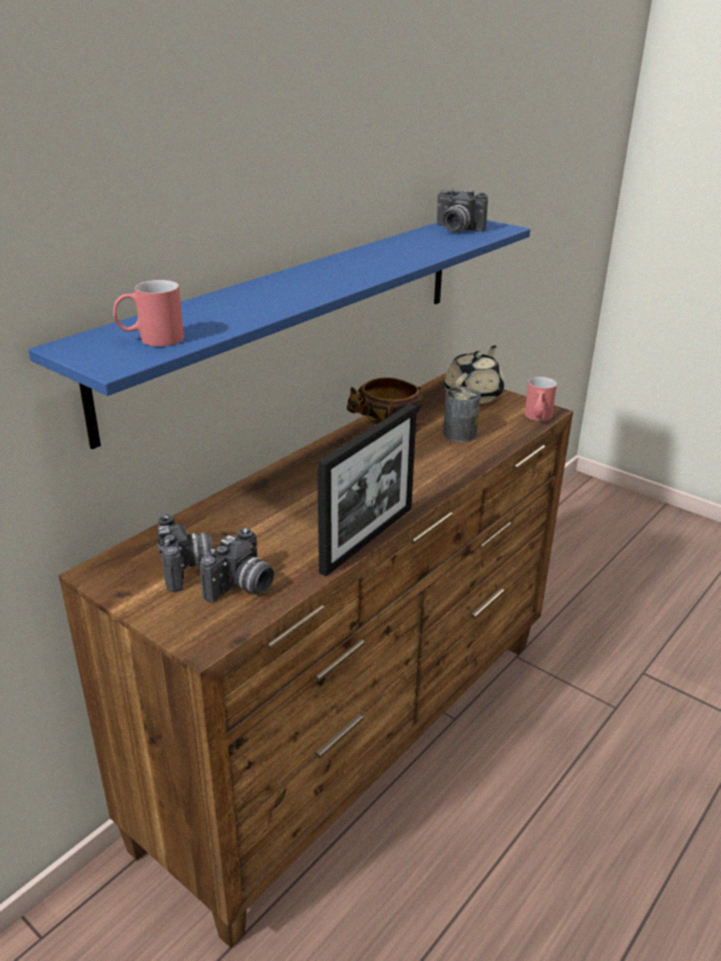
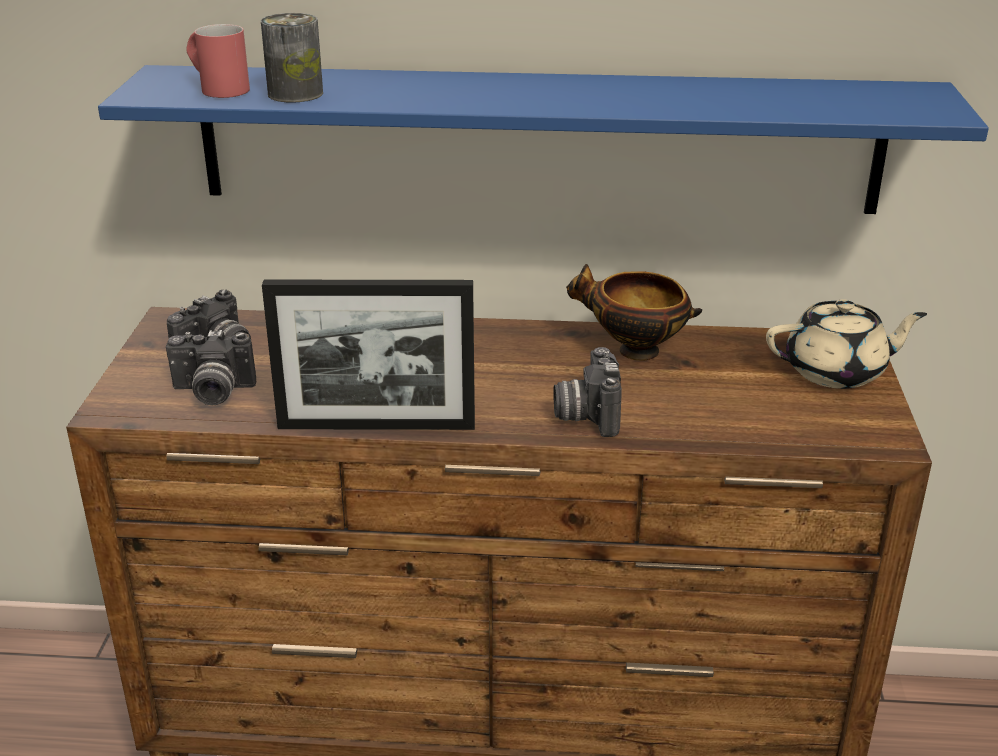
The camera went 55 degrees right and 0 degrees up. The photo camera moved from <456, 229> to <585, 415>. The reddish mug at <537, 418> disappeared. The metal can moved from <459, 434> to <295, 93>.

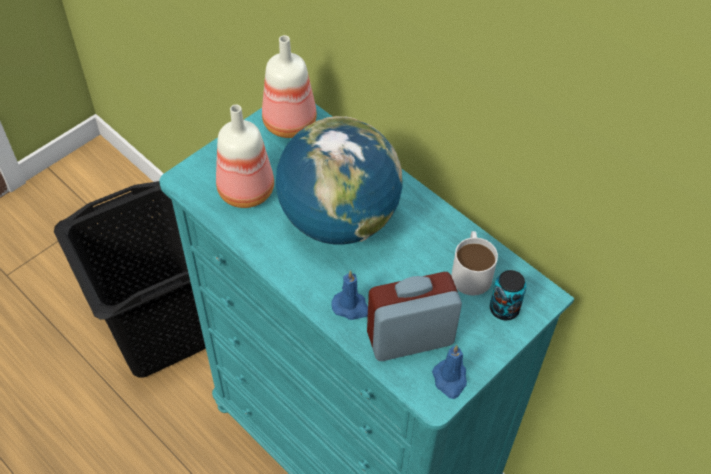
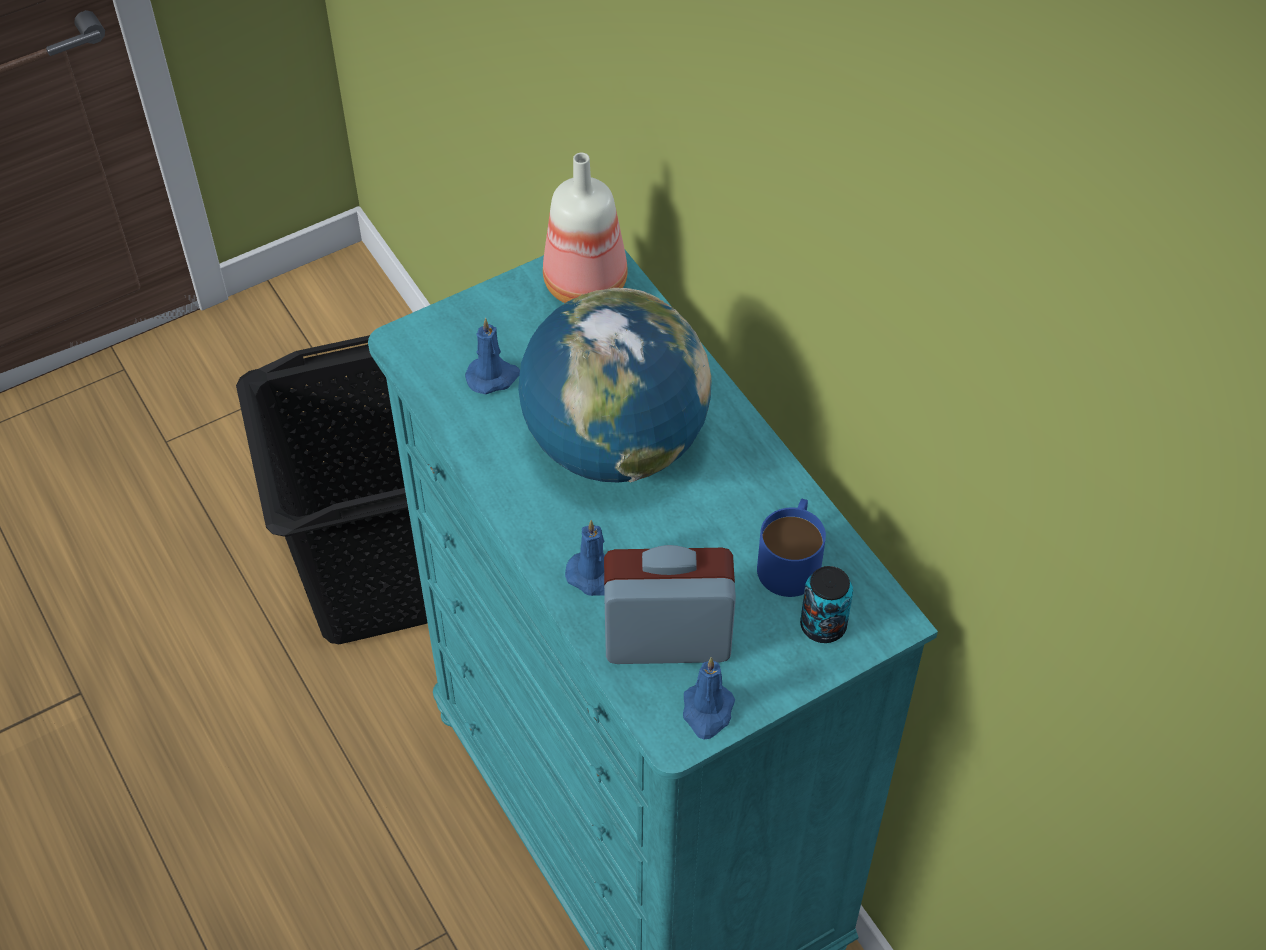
The camera went 15 degrees right and 0 degrees up. The beverage bottle at <248, 191> was replaced by the blue-coloured wax light at <493, 377>. The white-coloured mug at <471, 270> became the blue-coloured mug at <792, 558>.

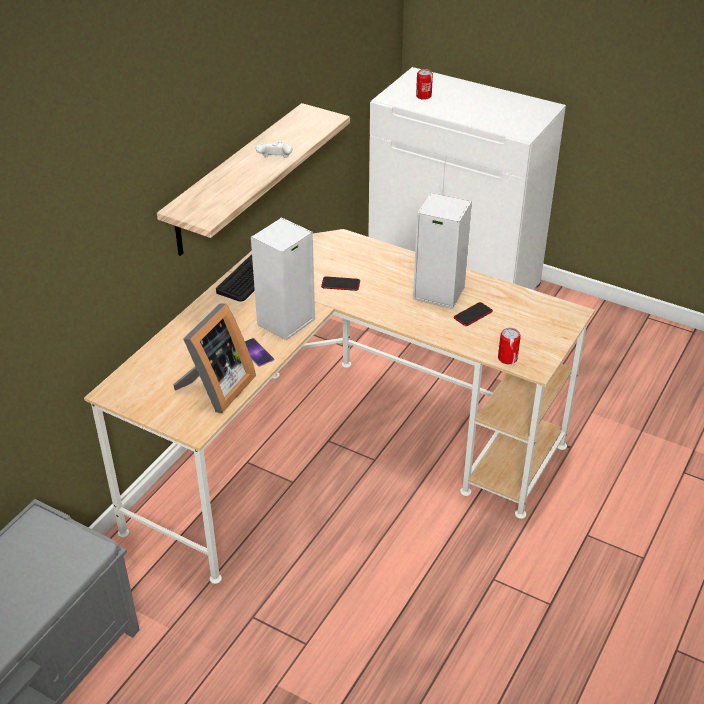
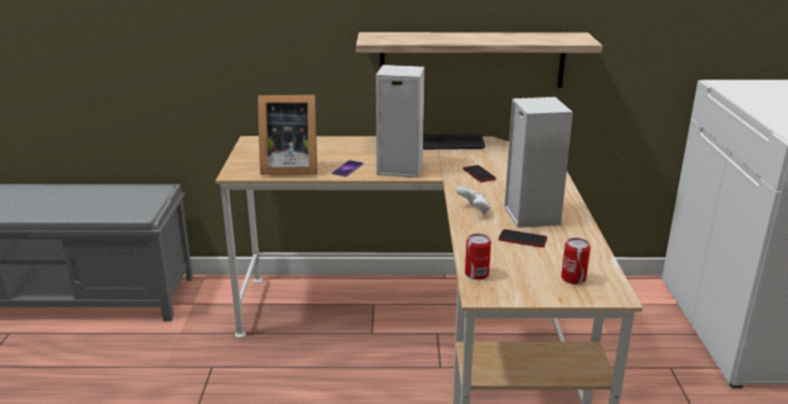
The camera went 60 degrees right and 15 degrees down. The metal can moved from <423, 96> to <573, 278>. The white-coloured game controller moved from <275, 160> to <474, 210>.

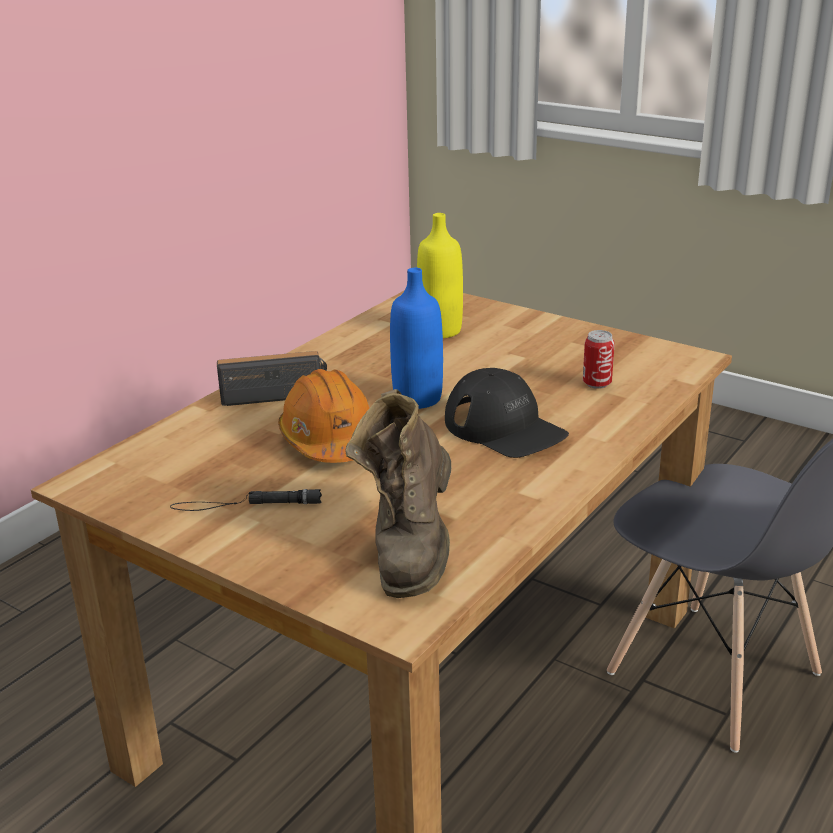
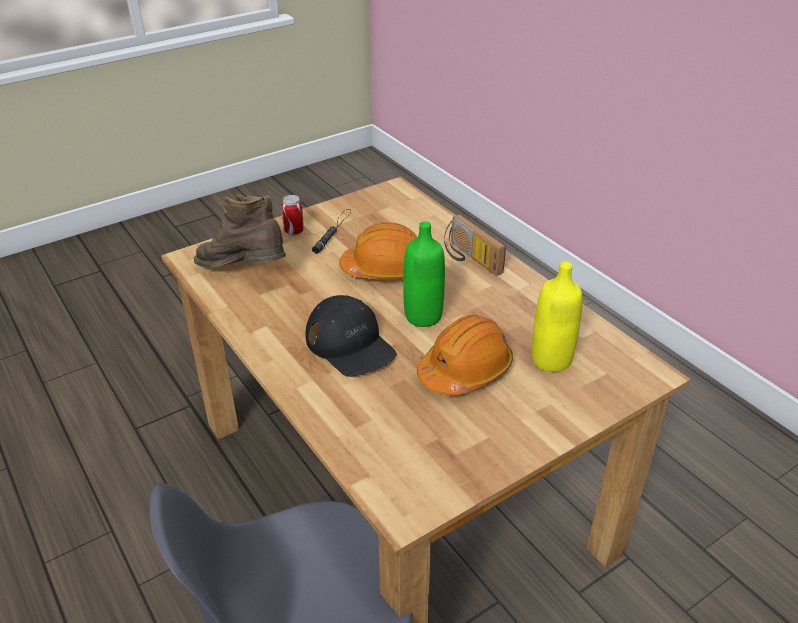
The camera went 110 degrees right and 10 degrees up. The blue-coloured beverage bottle at <417, 399> became the green-coloured beverage bottle at <423, 316>. The metal can moved from <597, 384> to <294, 231>. The radio set at <275, 393> turned 135 degrees clockwise. The black baseball cap at <505, 428> turned 105 degrees counterclockwise. The orangey hard hat at <465, 370> appeared.

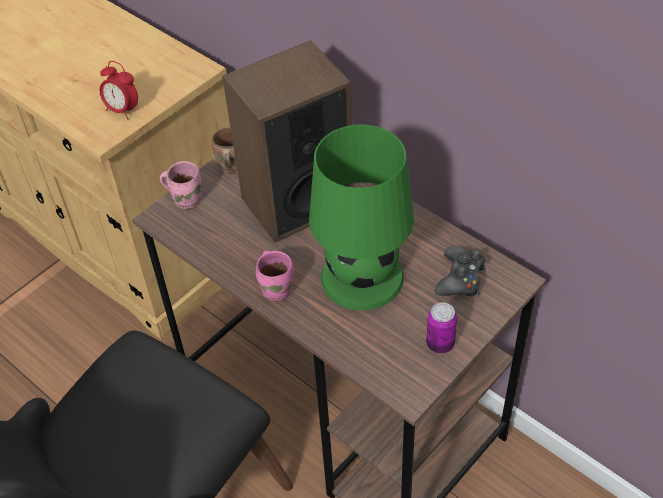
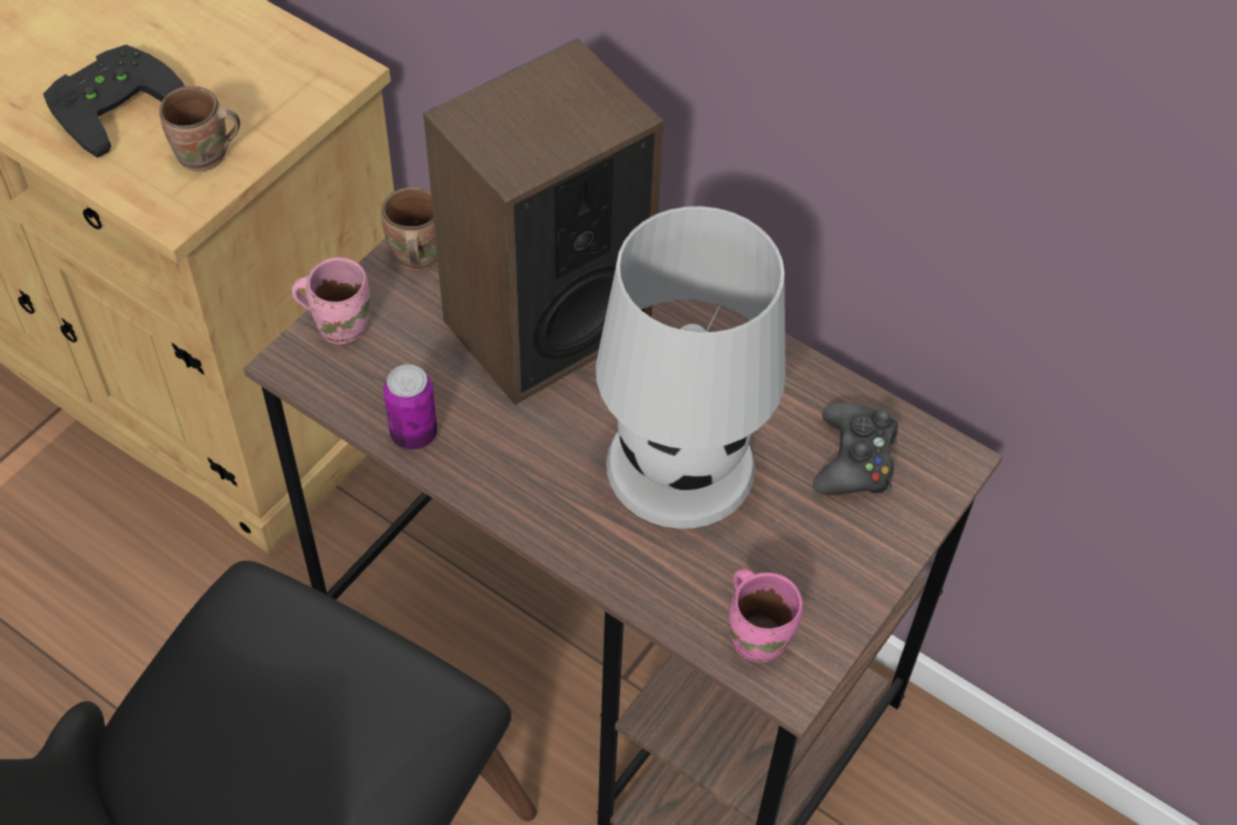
The camera went 10 degrees left and 5 degrees up. The table clock at <123, 110> was replaced by the brownish mug at <205, 158>. The green-coloured lamp for a table at <363, 277> became the white-coloured lamp for a table at <682, 464>. The pinkish mug moved from <277, 288> to <759, 634>. The metal can moved from <440, 344> to <414, 434>. The black game controller at <111, 102> appeared.

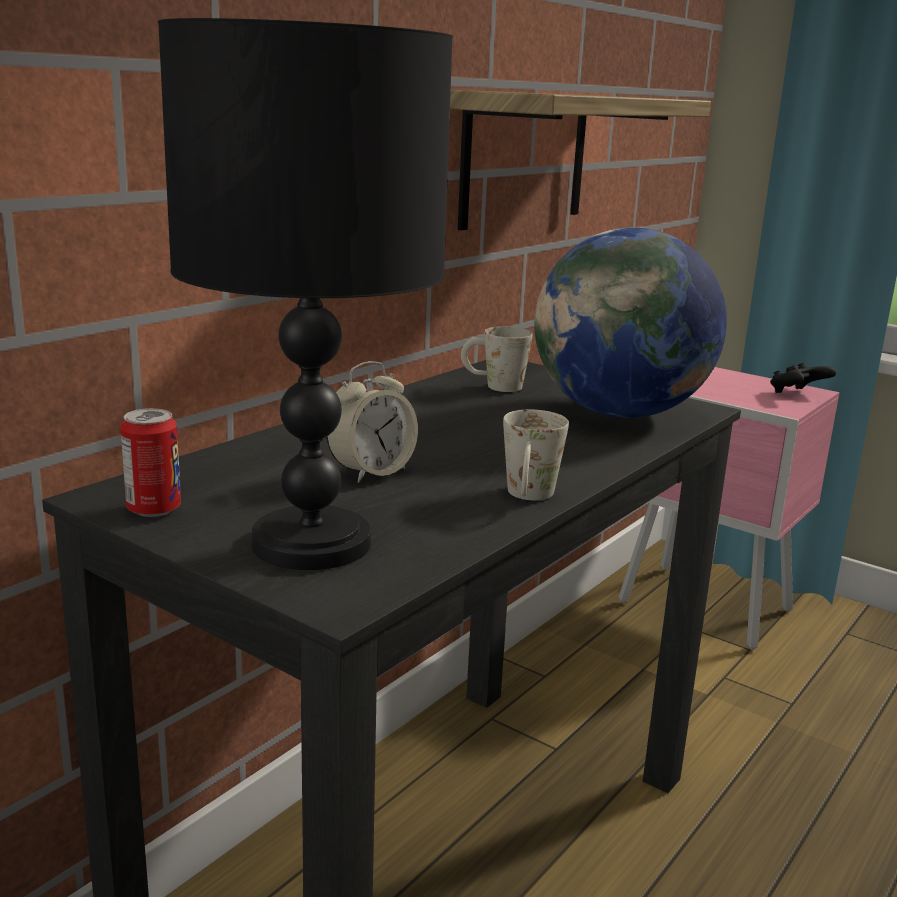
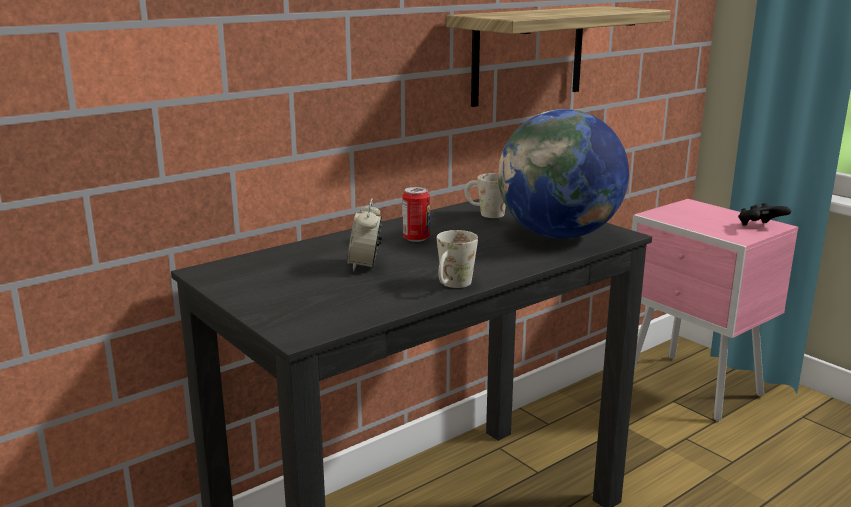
The camera went 15 degrees right and 0 degrees up. The black lamp for a table at <313, 543> disappeared. The table clock at <371, 472> turned 120 degrees clockwise. The metal can moved from <154, 509> to <416, 238>.

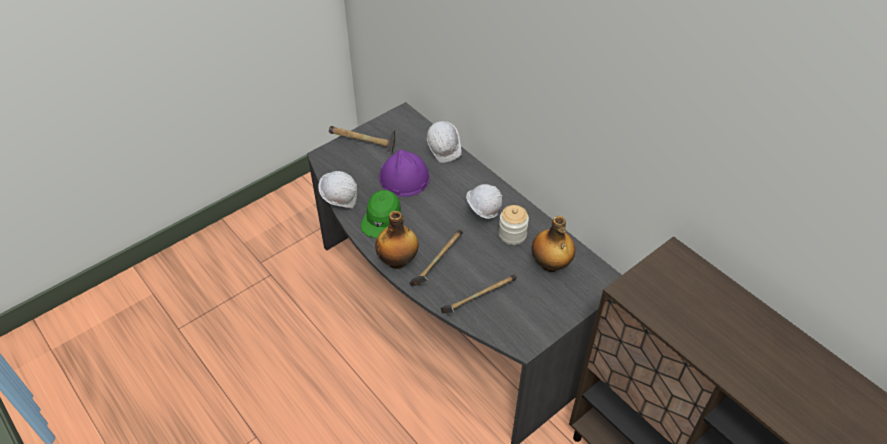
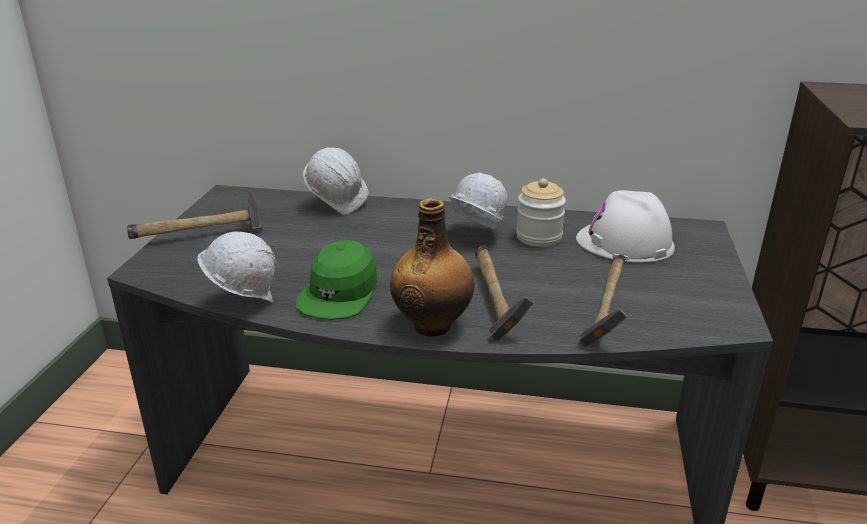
The camera went 40 degrees left and 20 degrees down. The purplish hard hat at <404, 177> disappeared. The green-coloured baseball cap at <382, 219> turned 45 degrees clockwise. The beverage bottle at <550, 265> was replaced by the white-coloured hard hat at <625, 242>.

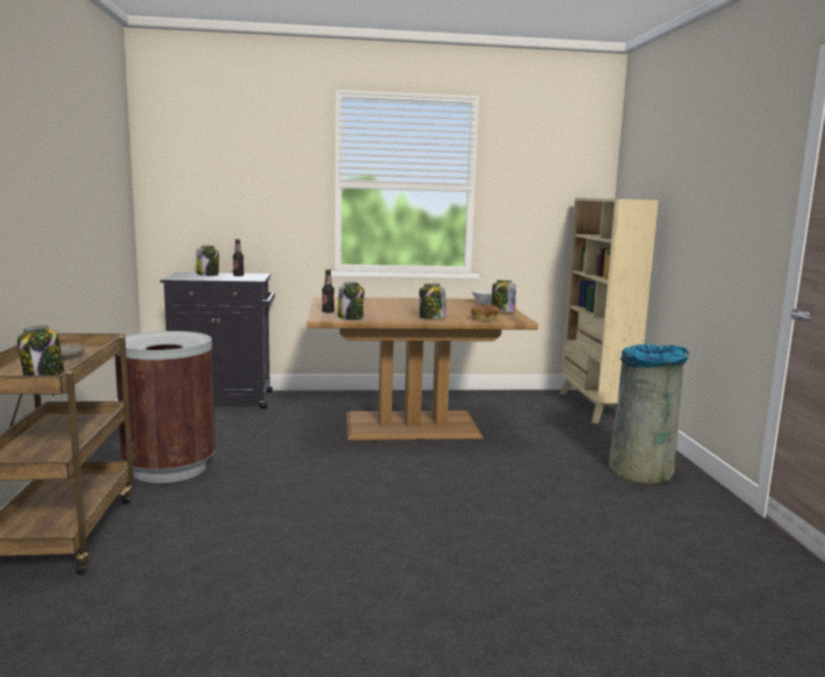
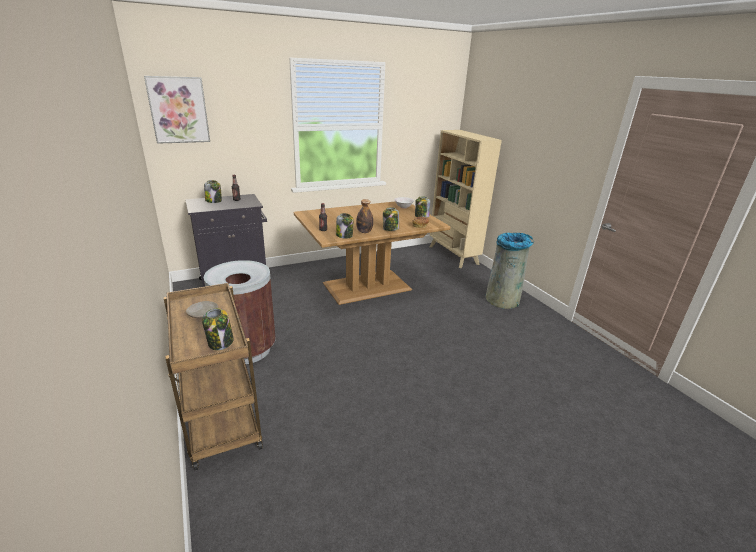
The camera went 20 degrees left and 15 degrees up. The wall art at <178, 110> appeared. The beverage bottle at <364, 232> appeared.

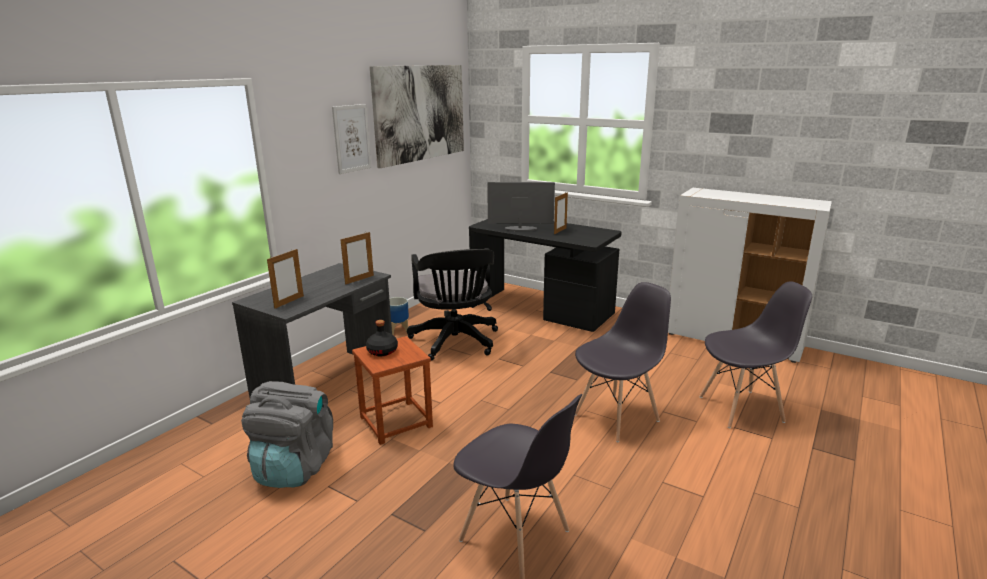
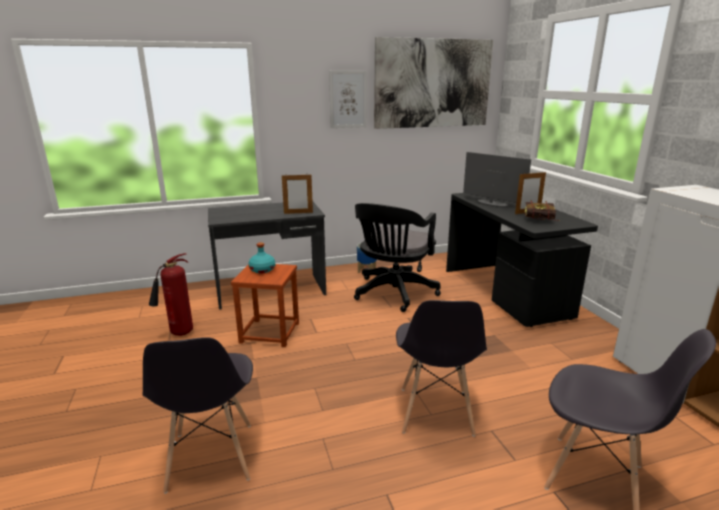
The camera went 40 degrees right and 0 degrees up. The picture frame at <289, 302> disappeared. The greyish chair at <617, 417> turned 90 degrees clockwise. The black beverage bottle at <382, 351> became the turquoise beverage bottle at <262, 270>. The greyish rucksack at <294, 467> was replaced by the fire-fighting cylinder at <179, 334>. The book at <542, 221> appeared.

